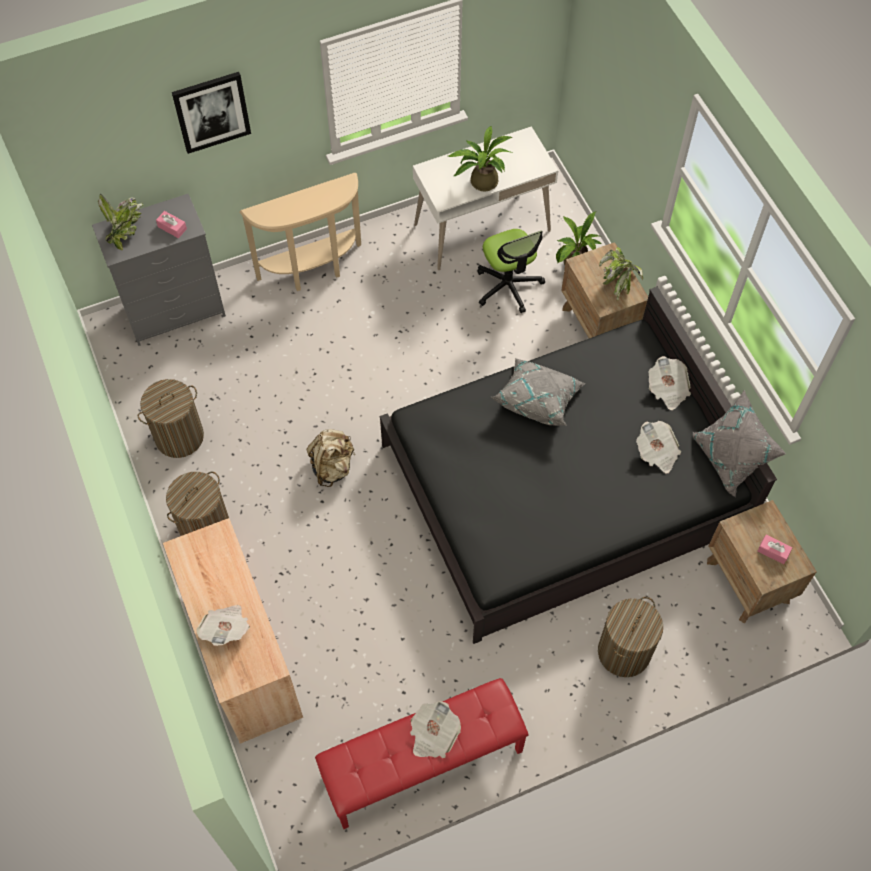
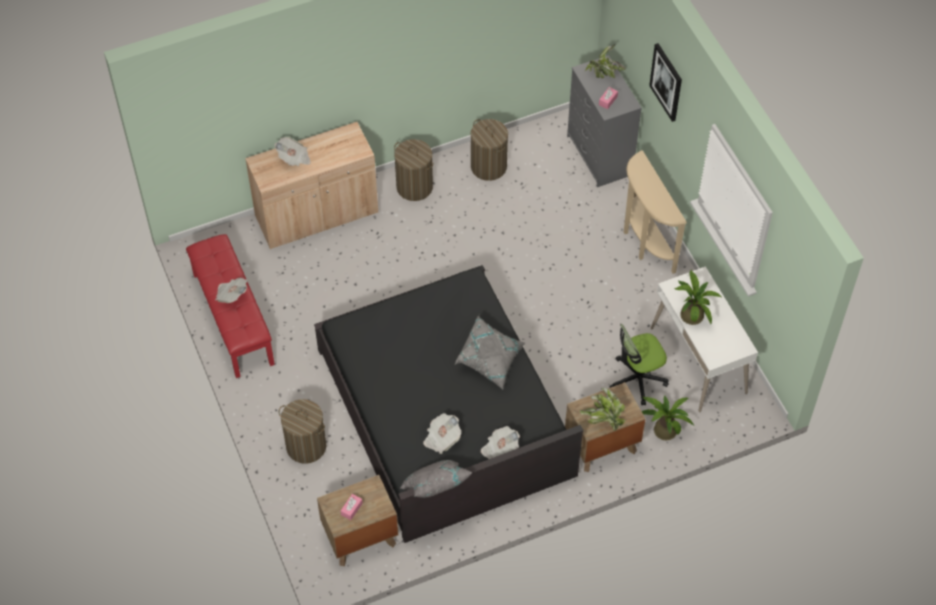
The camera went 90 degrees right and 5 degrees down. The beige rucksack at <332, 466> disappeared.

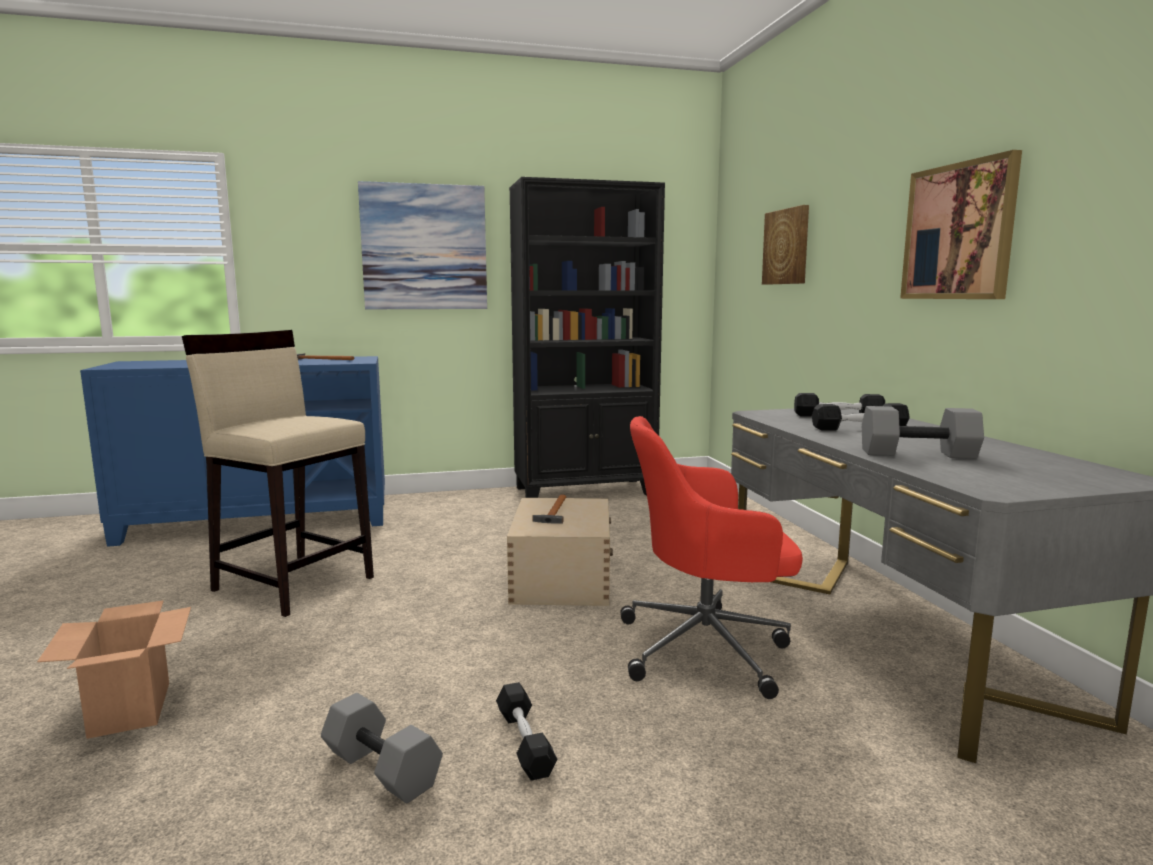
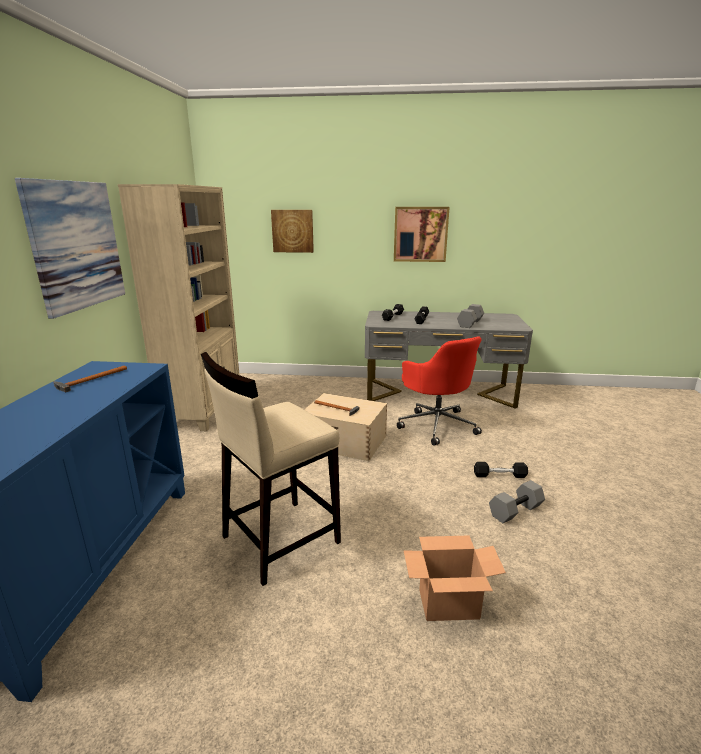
The camera went 70 degrees left and 10 degrees up. The black shelving unit at <585, 491> became the beige shelving unit at <204, 409>. The reddish office chair at <707, 648> turned 45 degrees counterclockwise.

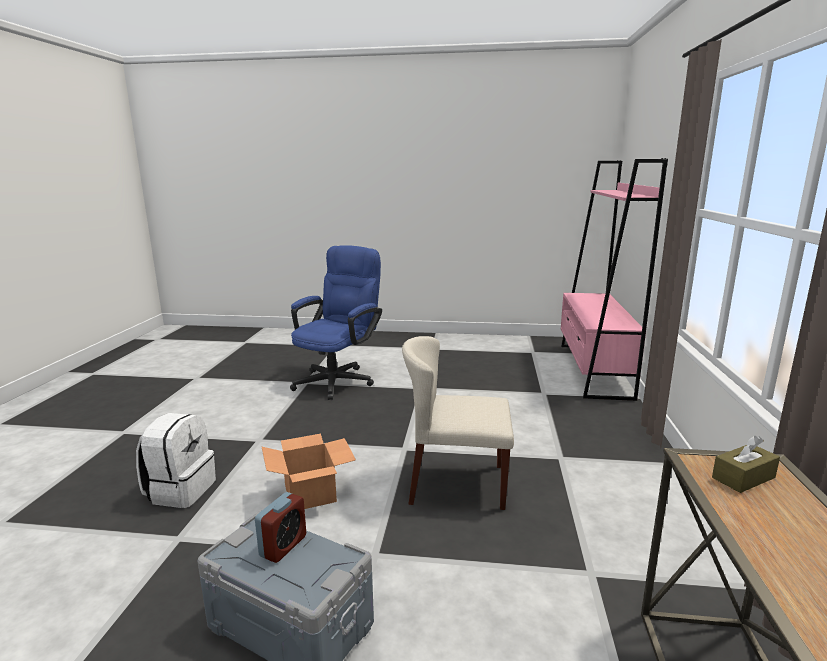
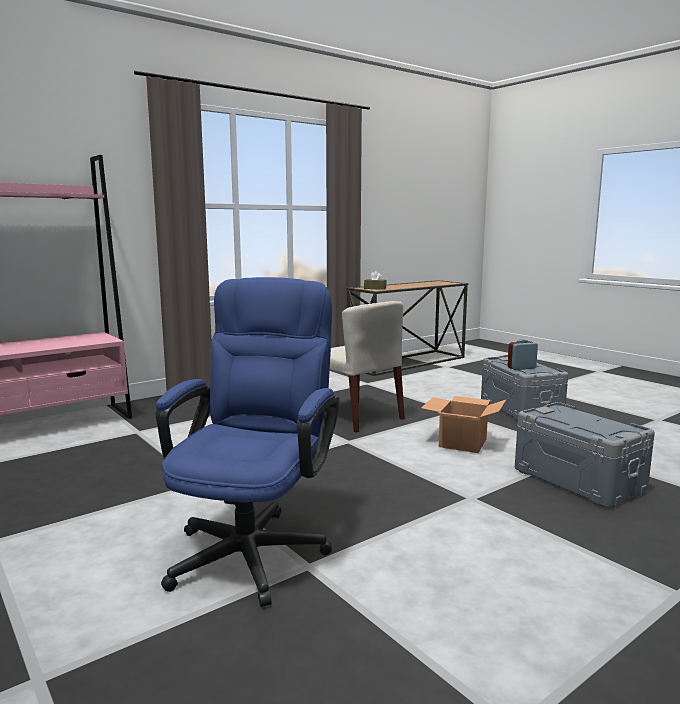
The camera went 135 degrees left and 5 degrees down. The blue-coloured office chair at <339, 379> turned 120 degrees clockwise. The white-coloured rucksack at <180, 490> was replaced by the greyish storage box at <577, 480>.

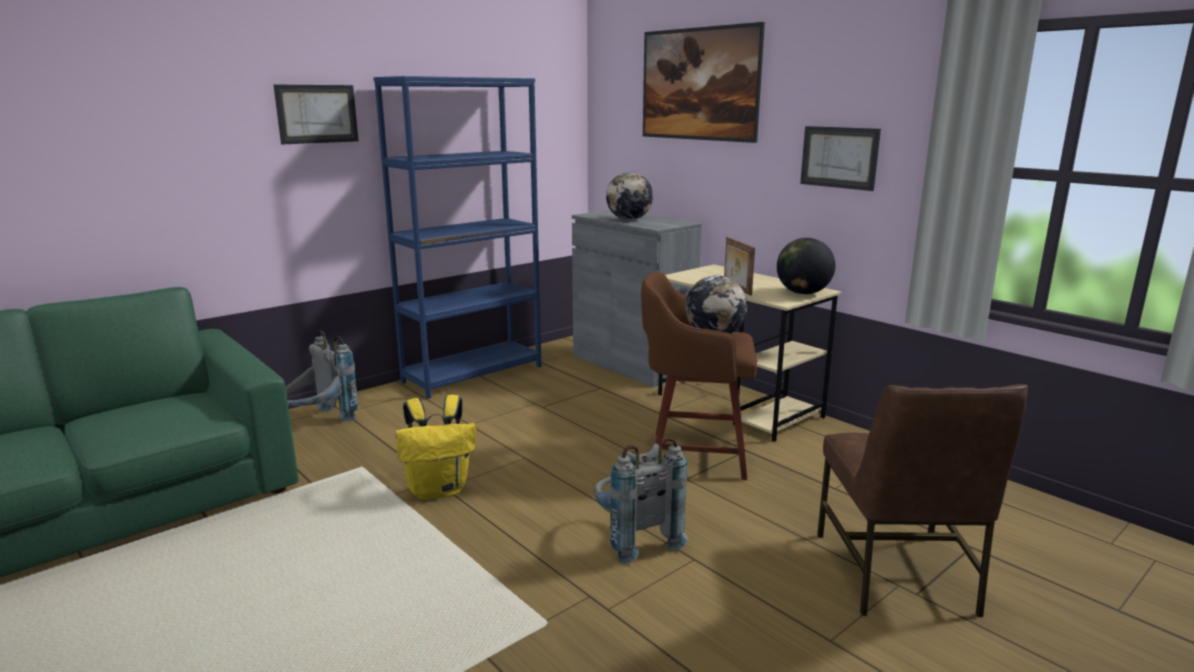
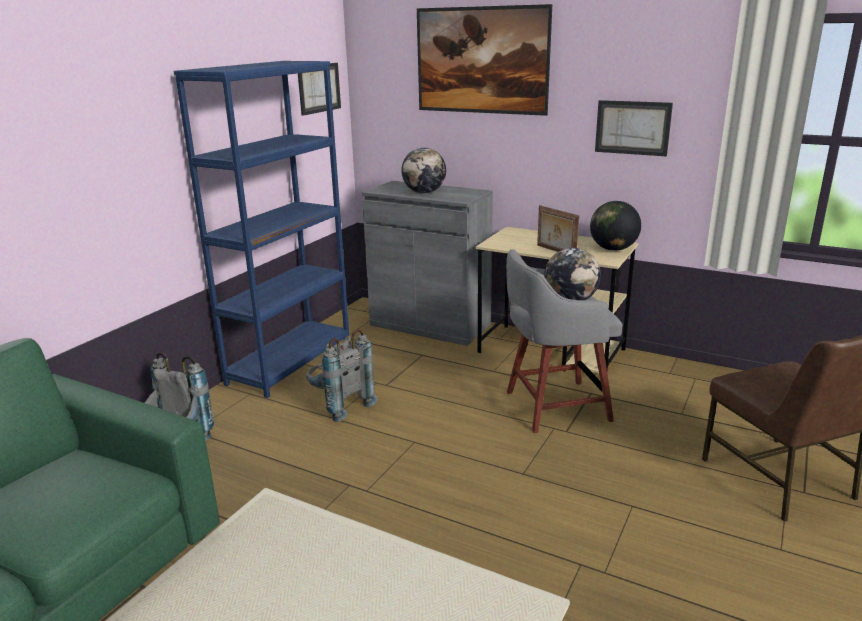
The camera went 20 degrees left and 5 degrees up. The wall art moved from <317, 114> to <319, 88>. The brownish stool seat at <693, 454> became the greyish stool seat at <553, 406>. The yellowish rucksack at <439, 490> disappeared. The greyish rucksack moved from <634, 538> to <339, 405>.

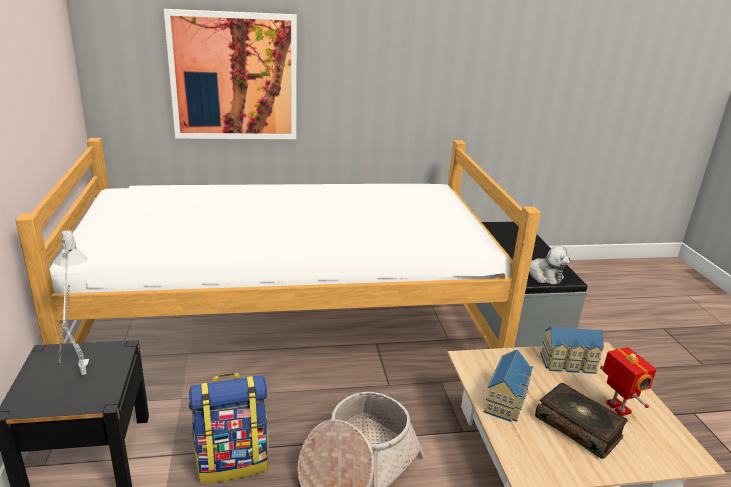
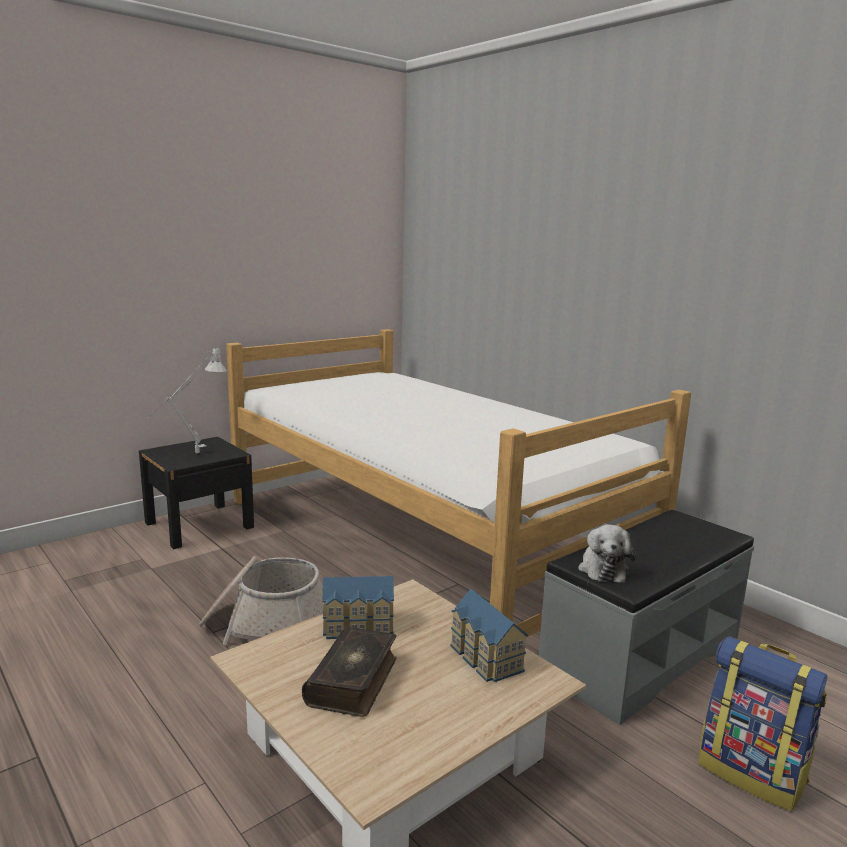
The camera went 60 degrees right and 10 degrees down. The wall art at <234, 77> disappeared. The model robot at <617, 408> disappeared. The rucksack moved from <233, 461> to <752, 773>.

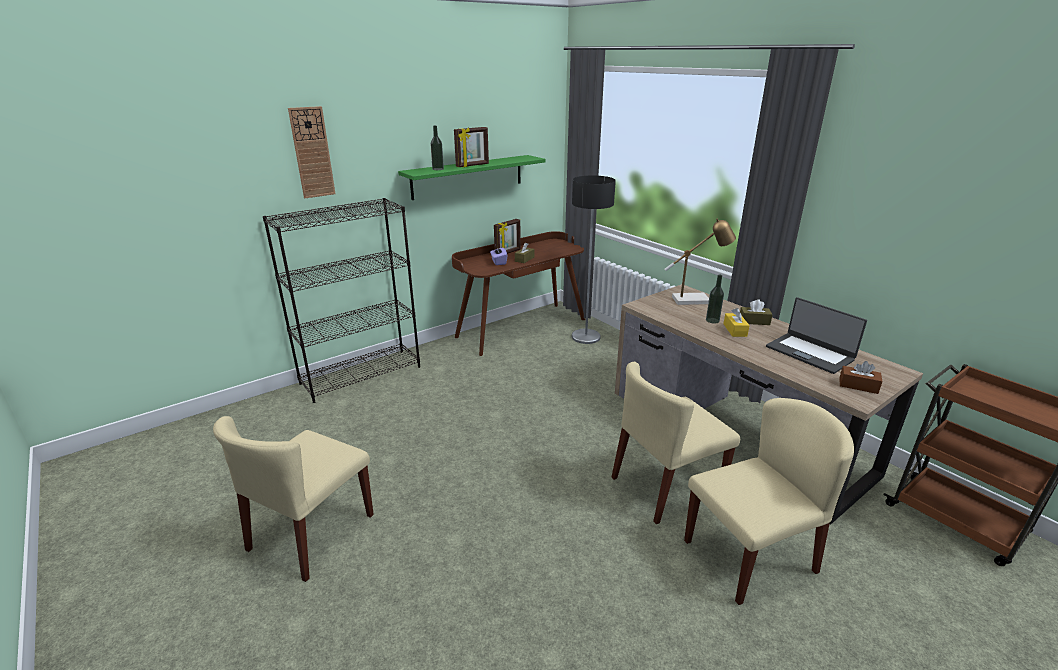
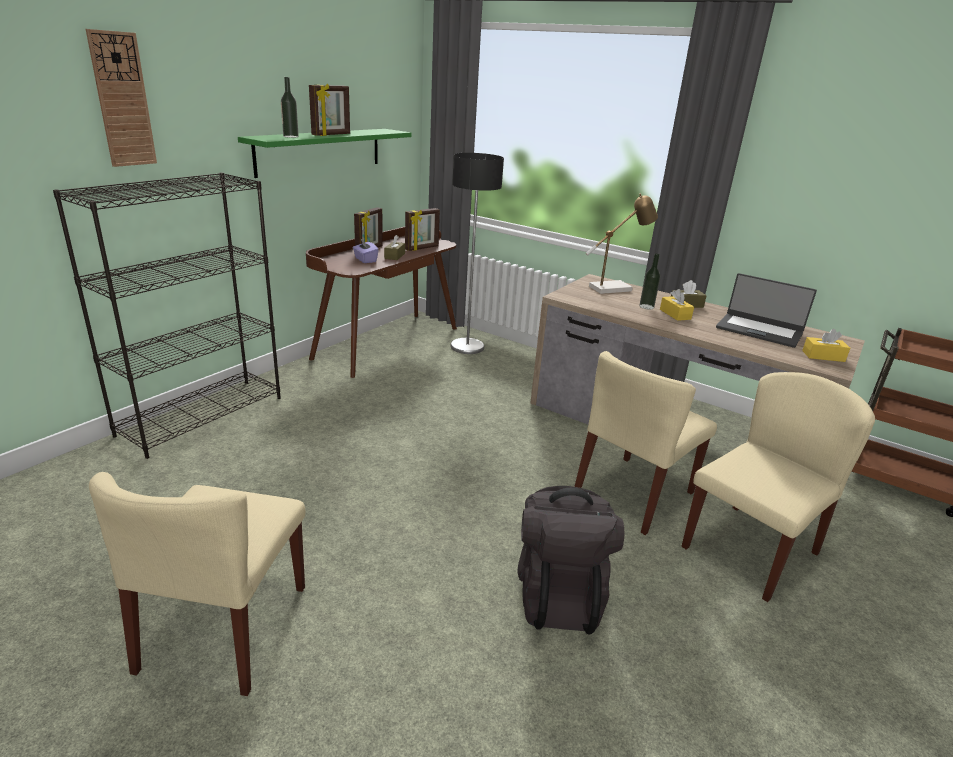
The camera went 20 degrees left and 0 degrees up. The brownish box of tissues at <858, 385> became the yellowish box of tissues at <823, 356>. The picture frame at <422, 248> appeared. The black rucksack at <558, 594> appeared.

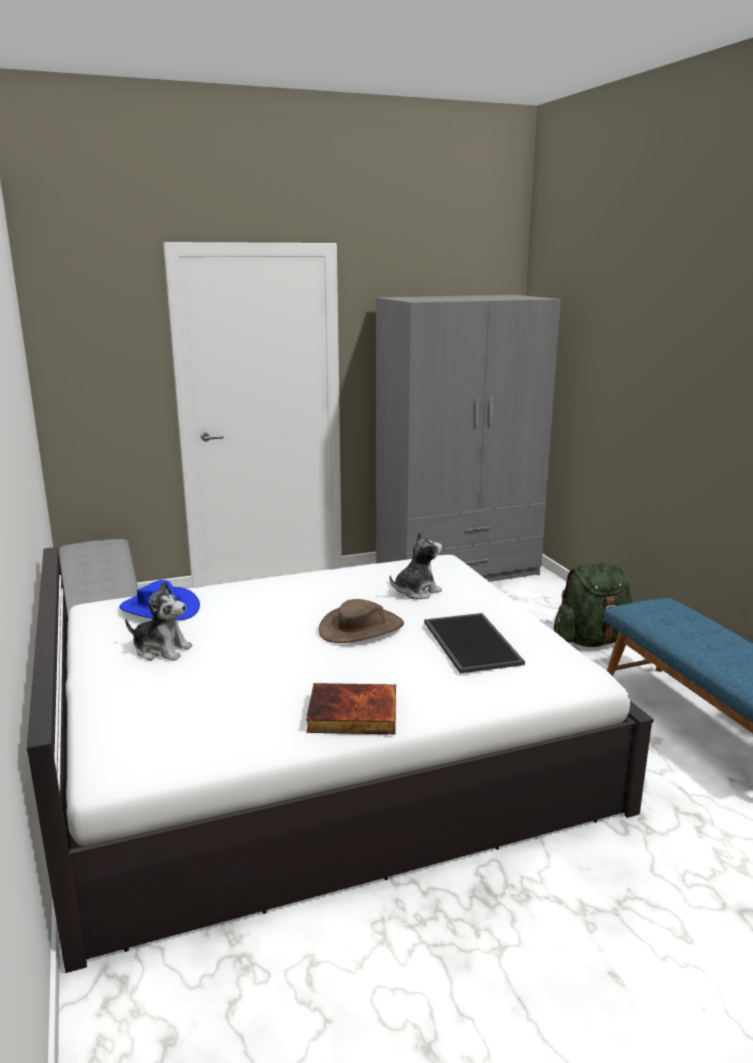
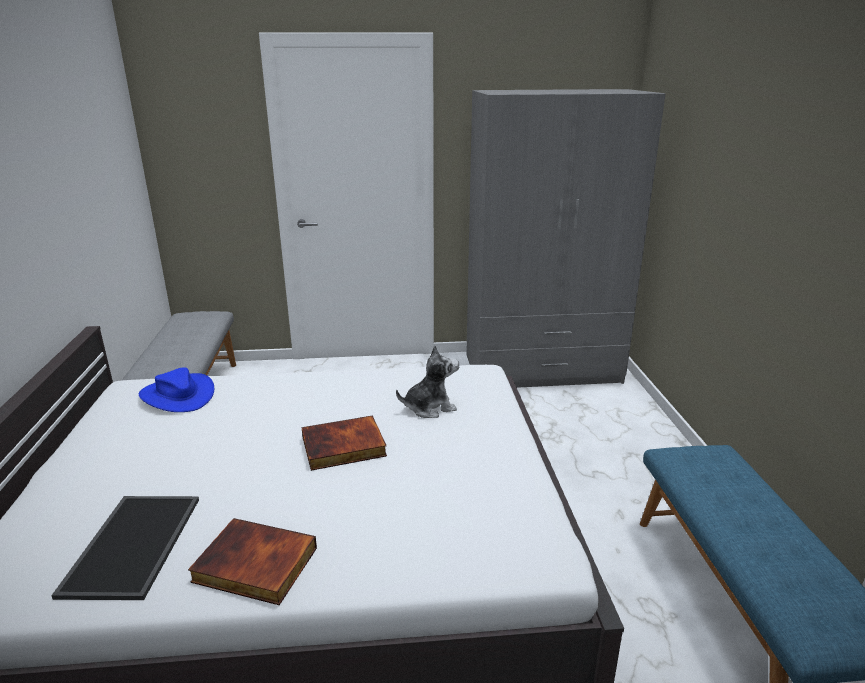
The camera went 15 degrees right and 5 degrees up. The green-coloured rucksack at <592, 640> disappeared. The plush toy at <161, 650> disappeared. The brownish clothing hat at <361, 628> was replaced by the book at <343, 447>. The tray moved from <469, 642> to <131, 543>.

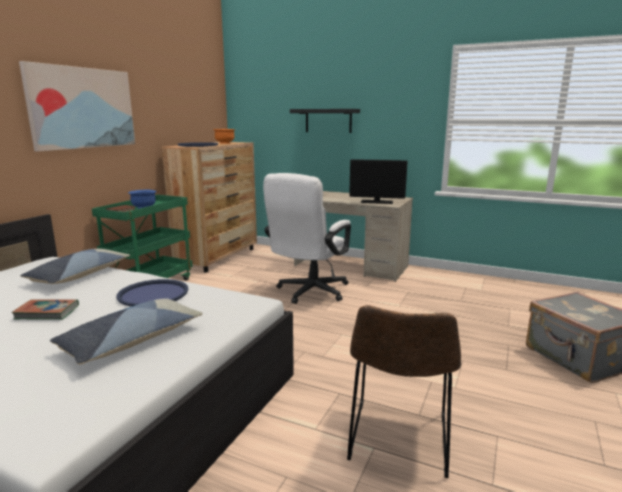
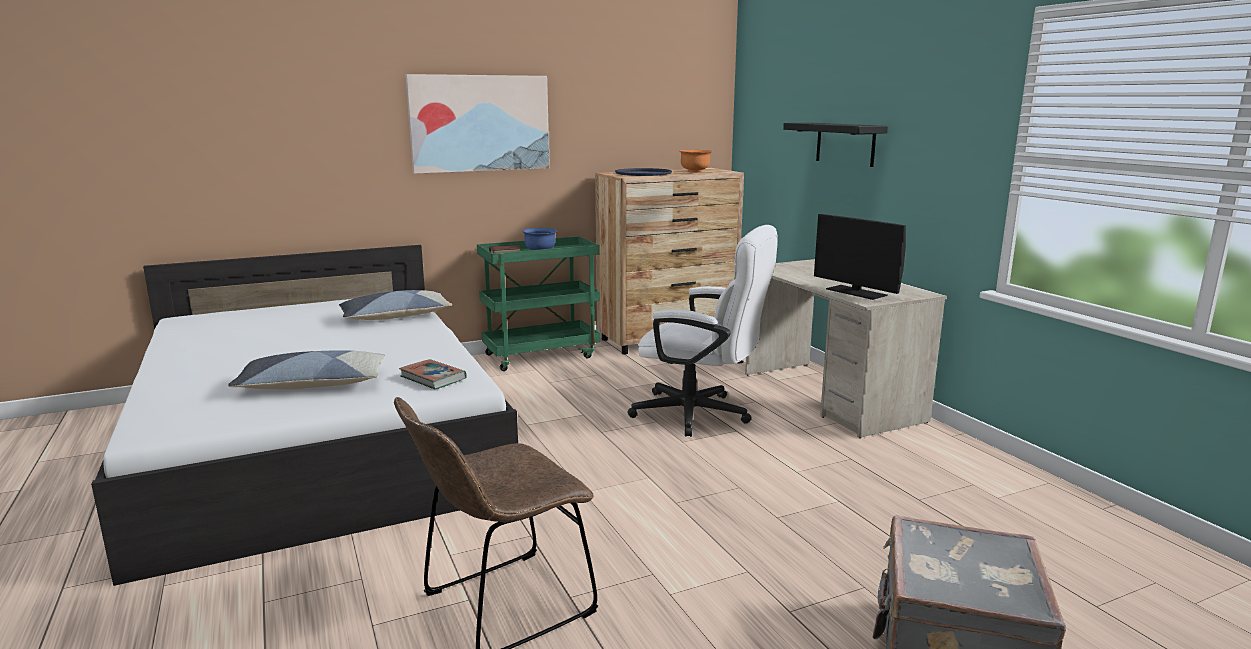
The camera went 40 degrees right and 0 degrees up. The white-coloured office chair at <309, 293> turned 135 degrees counterclockwise. The blue-coloured tray at <153, 294> disappeared. The book moved from <47, 312> to <433, 378>.

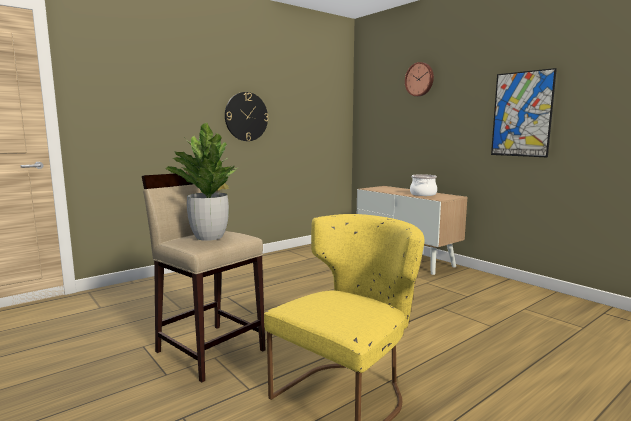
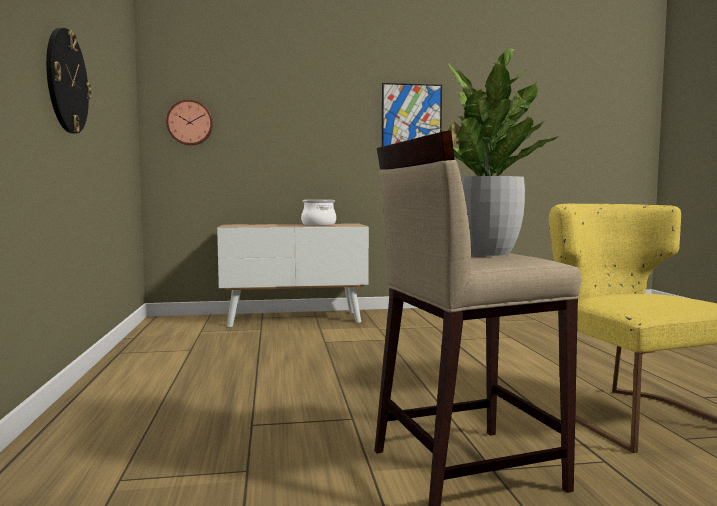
The camera went 60 degrees left and 5 degrees down. The hanging clock moved from <420, 79> to <190, 123>.

